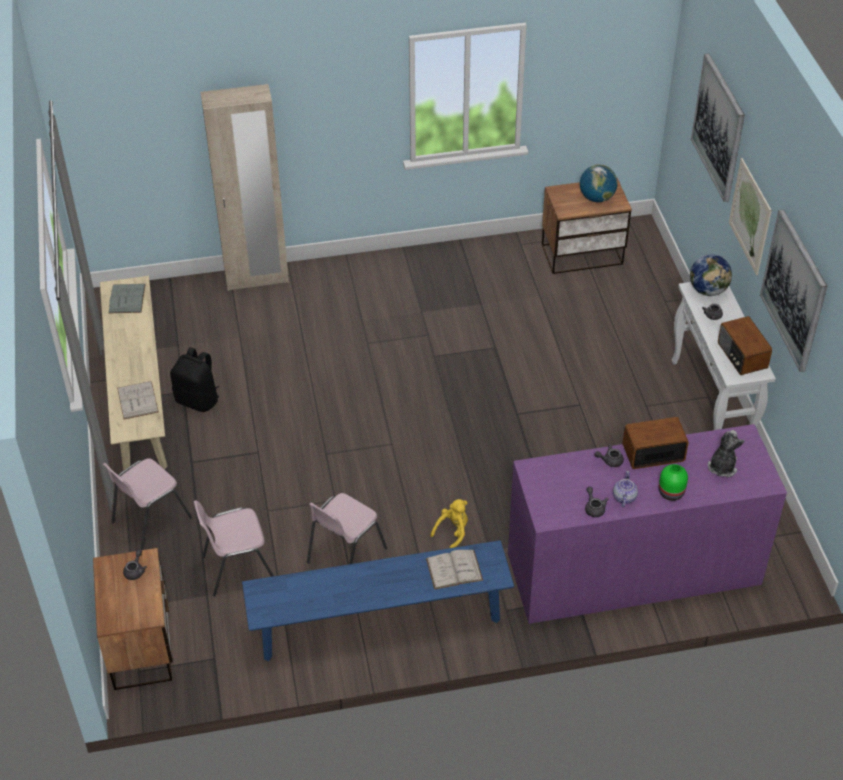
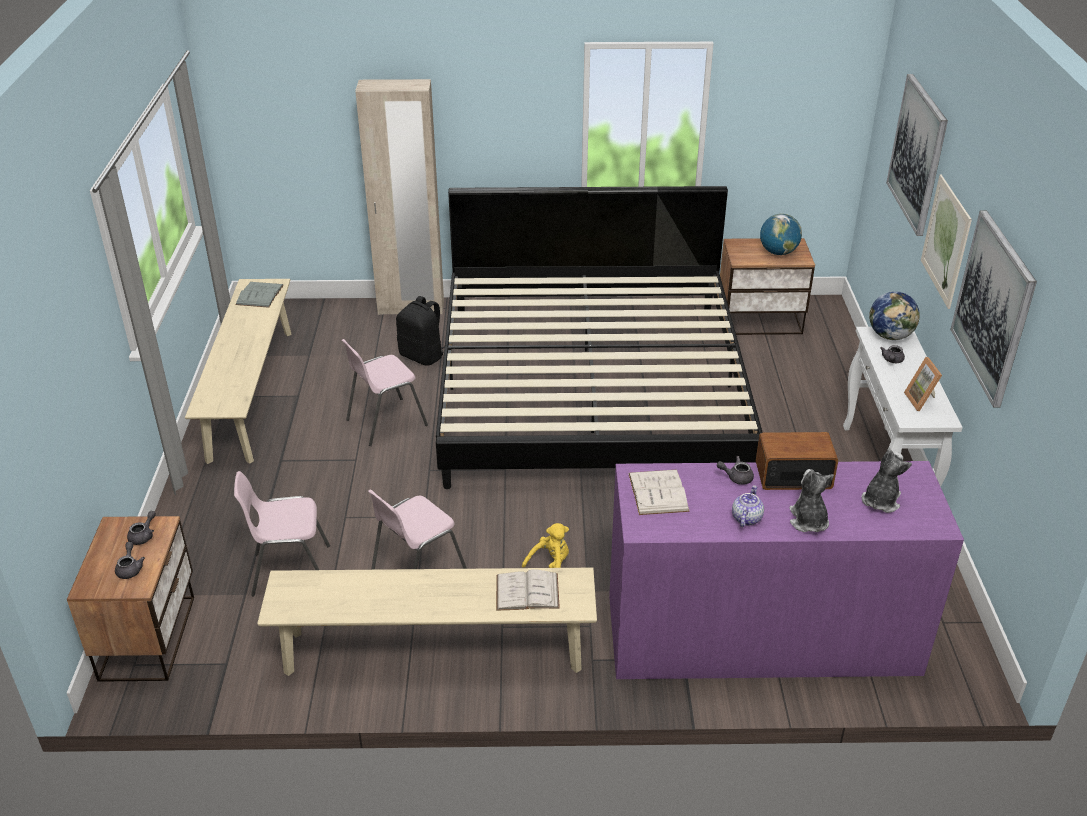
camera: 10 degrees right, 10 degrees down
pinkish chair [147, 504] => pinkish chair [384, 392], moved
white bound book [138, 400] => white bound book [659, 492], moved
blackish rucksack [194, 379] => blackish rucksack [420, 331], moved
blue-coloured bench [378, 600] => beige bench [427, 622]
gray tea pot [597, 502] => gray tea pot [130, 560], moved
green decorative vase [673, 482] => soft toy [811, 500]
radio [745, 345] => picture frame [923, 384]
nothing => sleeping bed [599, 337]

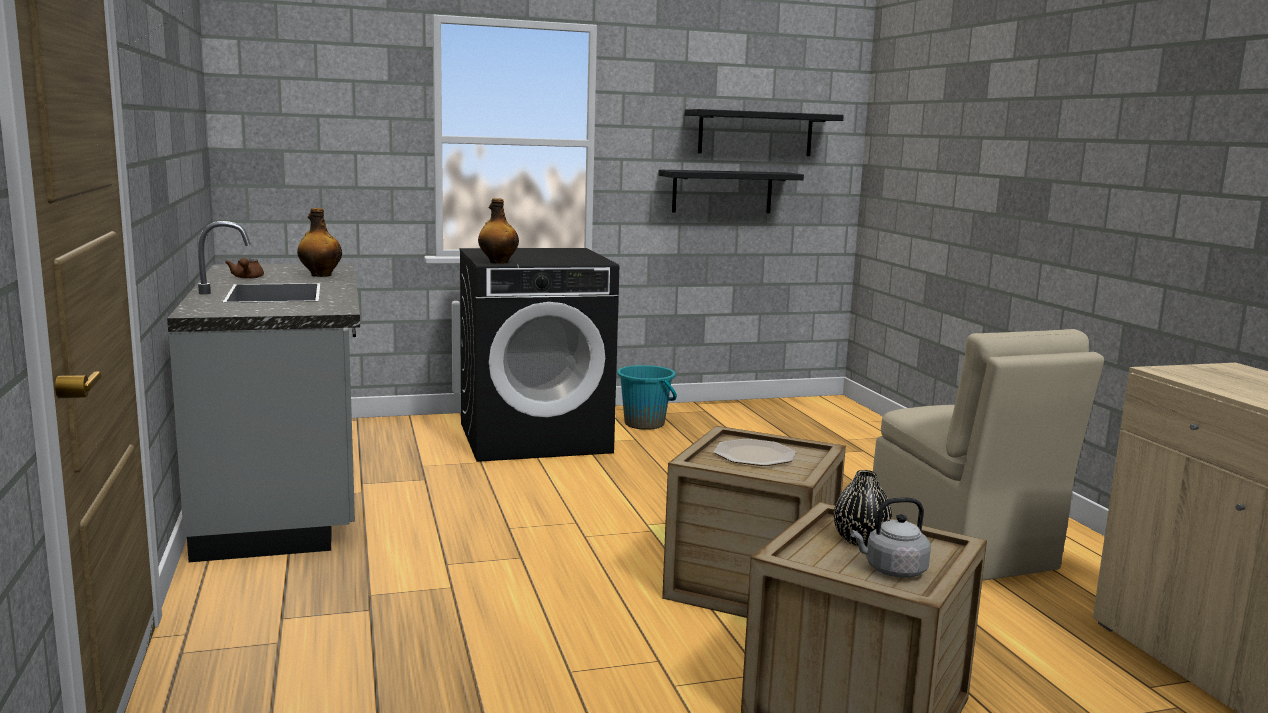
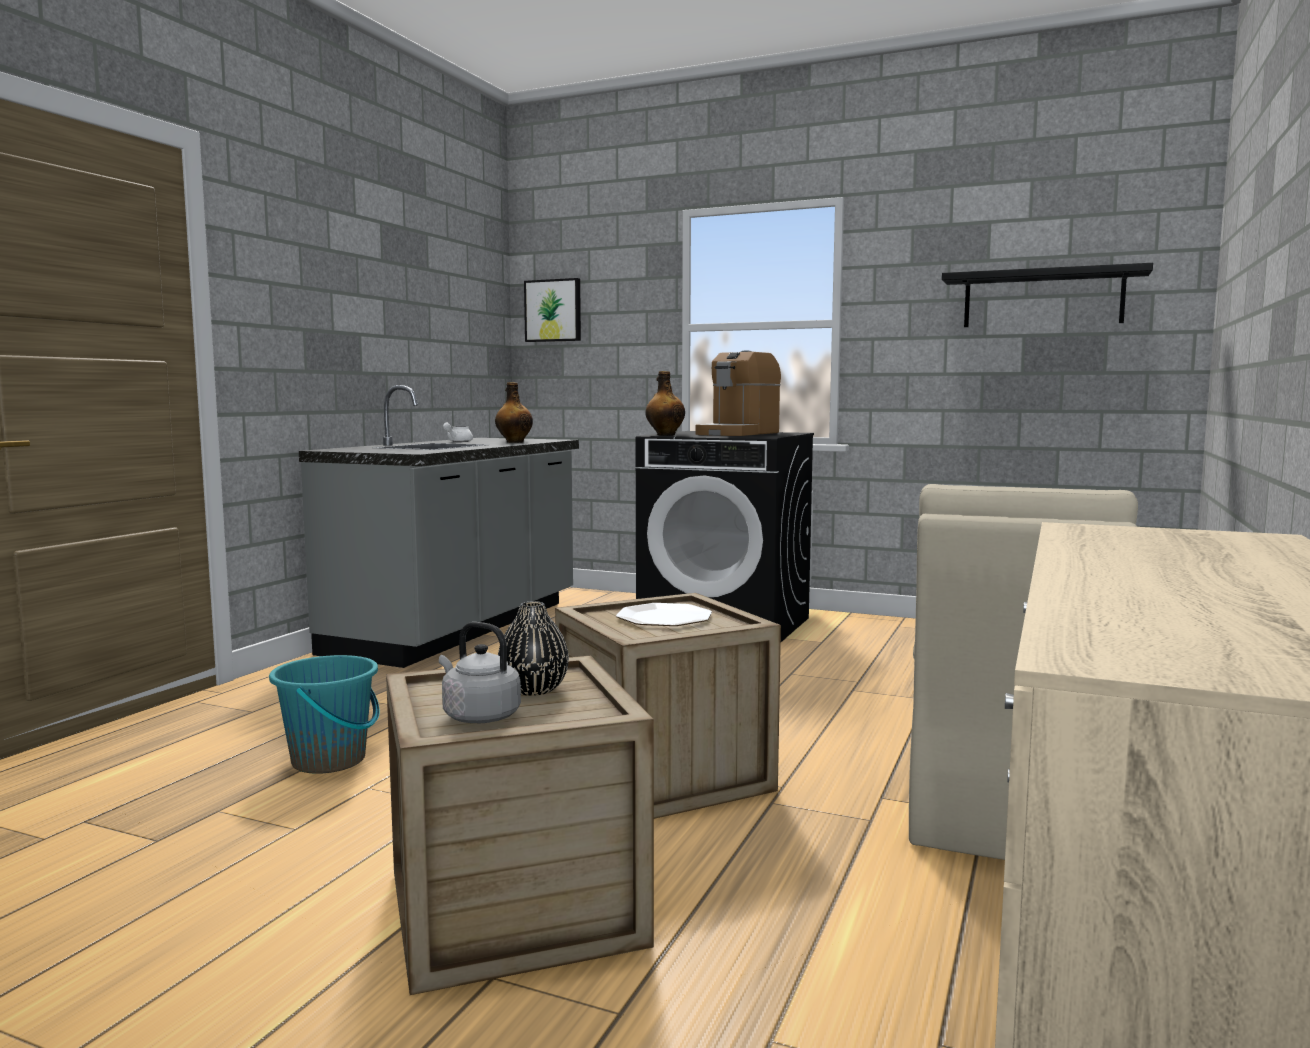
camera: 40 degrees right, 5 degrees down
brown tea pot [244, 268] => white tea pot [458, 432]
blue-green pail [647, 397] => blue-green pail [324, 714], moved
blackish bracket shelf [731, 191] => nothing
nothing => wall picture [552, 310]
nothing => coffee machine [738, 393]

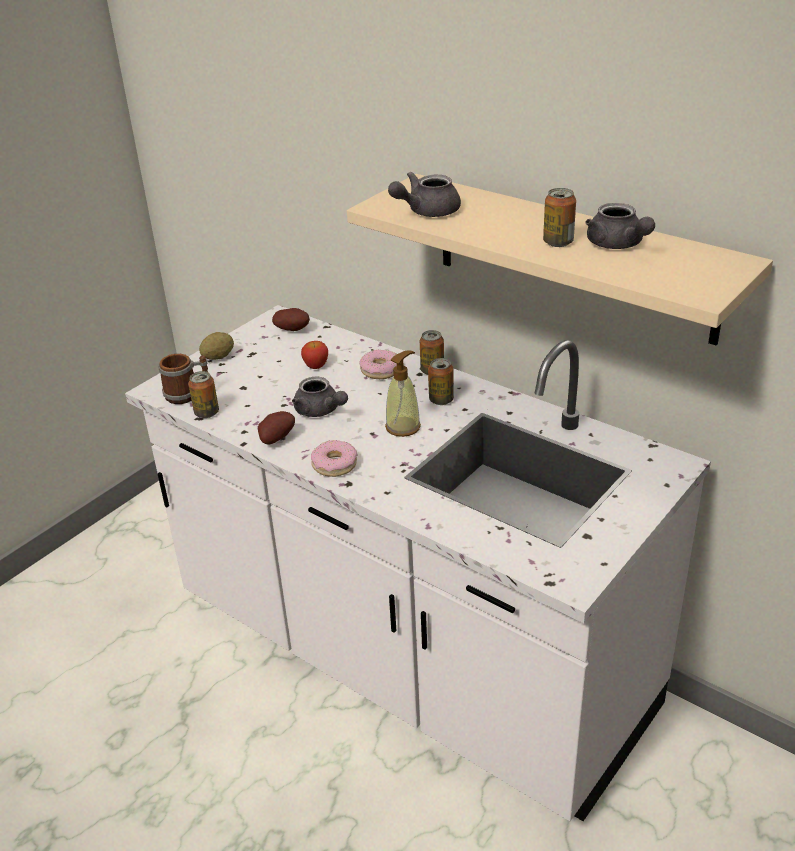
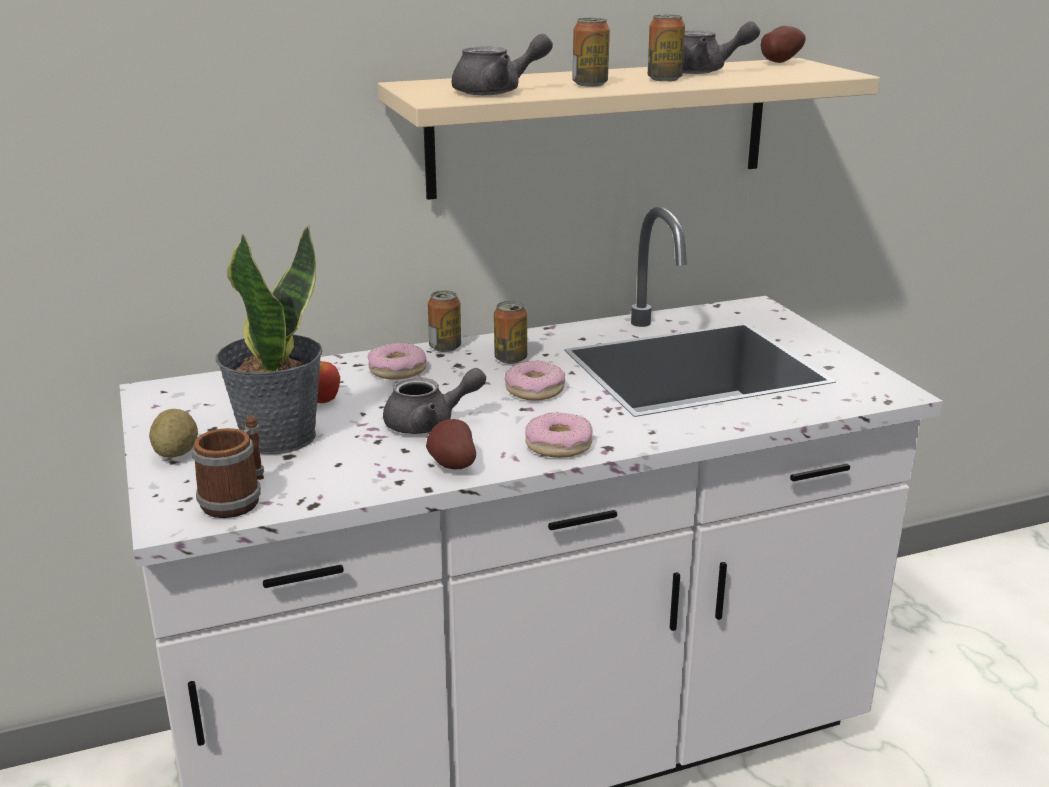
camera: 60 degrees left, 10 degrees down
can [203, 394] => can [591, 52], moved
potato [291, 319] => potato [783, 44], moved
liquid soap bottle [403, 393] => ring doughnut [534, 380]
gray tea pot [424, 194] => gray tea pot [502, 64], 105 degrees counterclockwise
nothing => plant in a pot [269, 339]

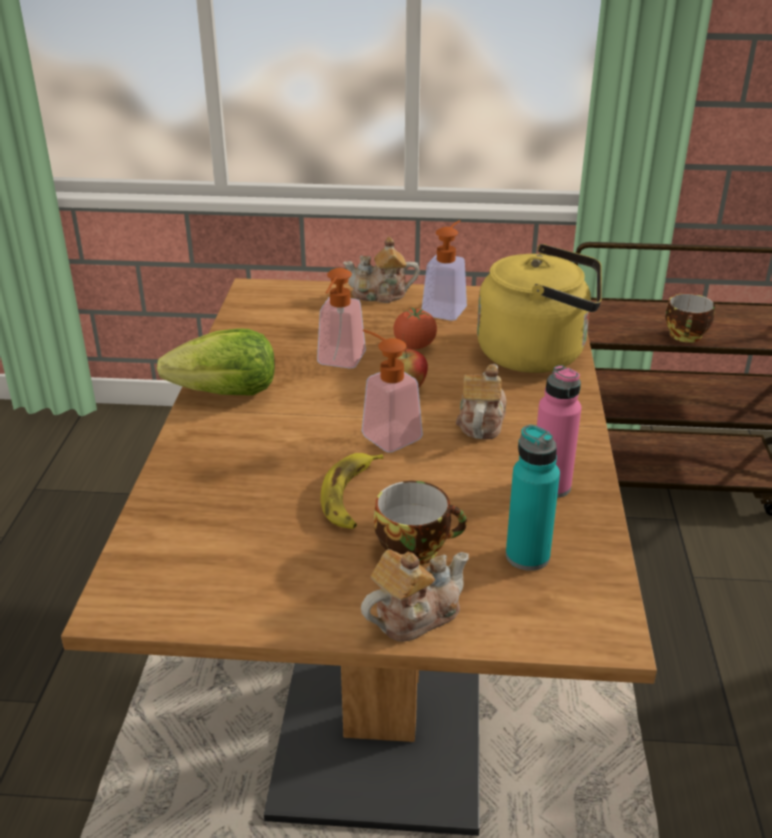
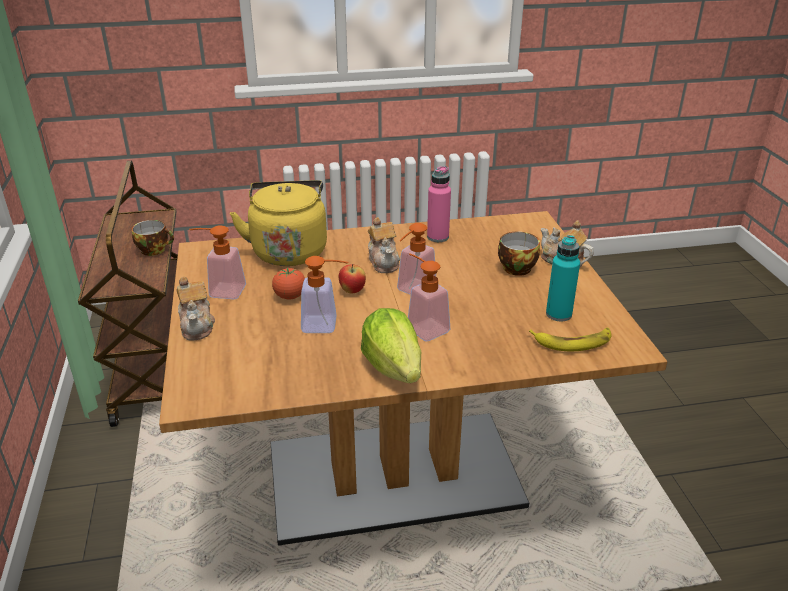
camera: 105 degrees left, 0 degrees up
banana [351, 491] => banana [570, 339], moved
tea pot [481, 401] => tea pot [384, 245], 105 degrees counterclockwise
blue-green drink bottle [533, 498] => blue-green drink bottle [563, 278], moved
nothing => liquid soap bottle [429, 297]

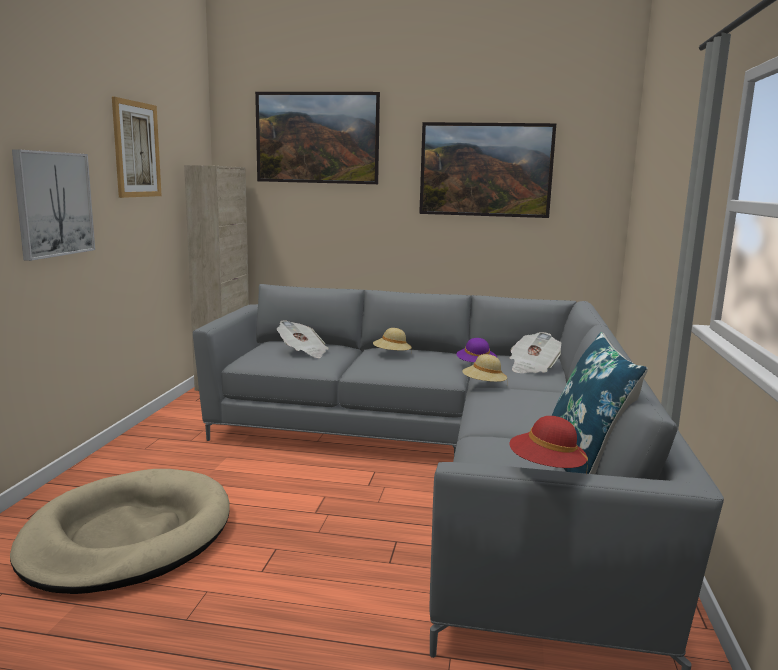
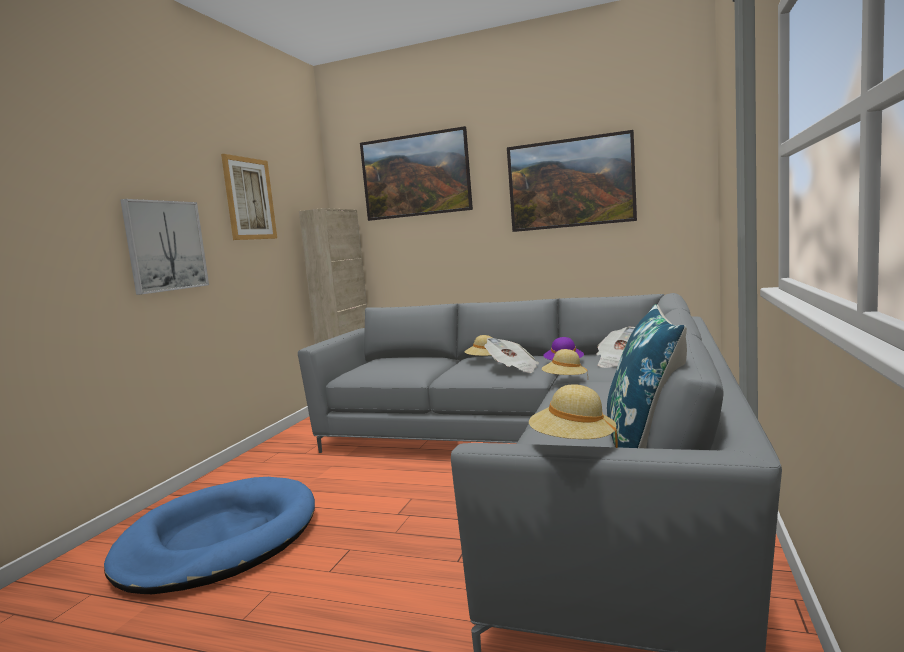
camera: 10 degrees right, 5 degrees down
beige pet bed [120, 531] => blue-coloured pet bed [209, 535]
newspaper [303, 339] => newspaper [511, 355], moved
red hat [548, 445] => beige hat [573, 416]

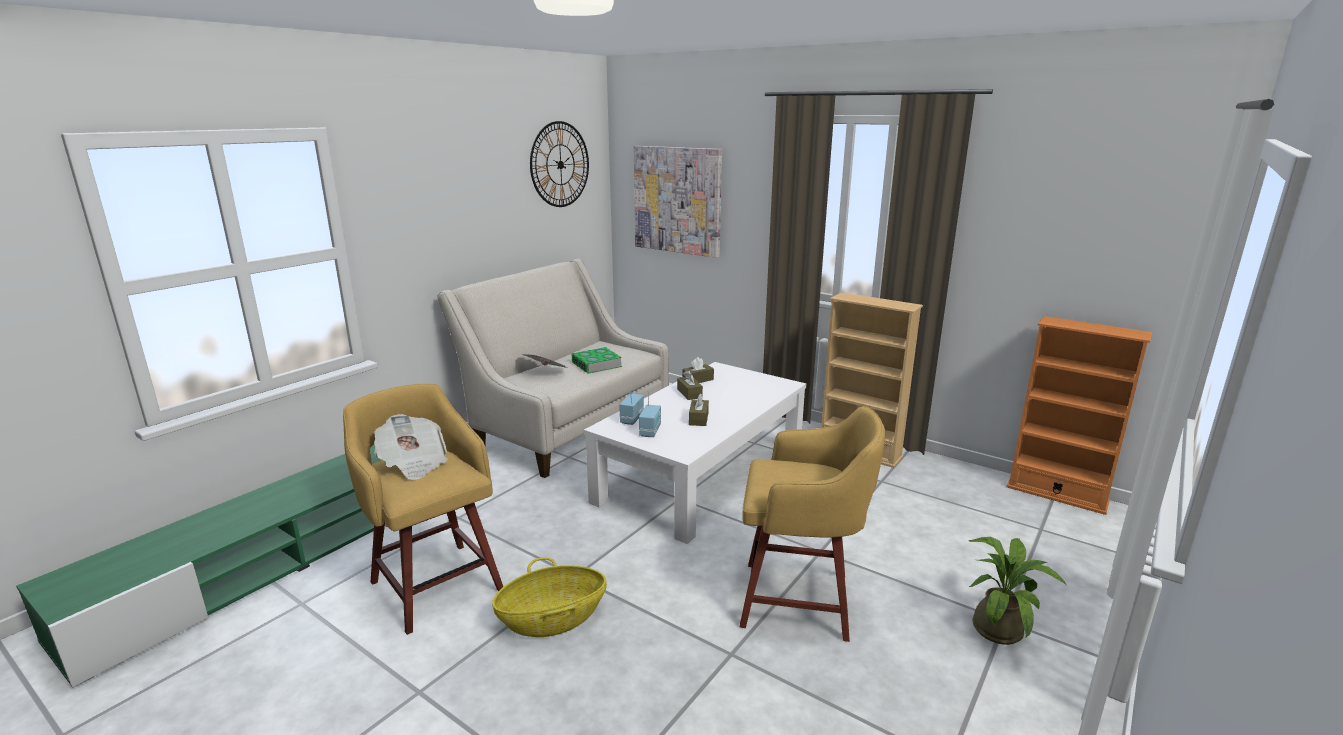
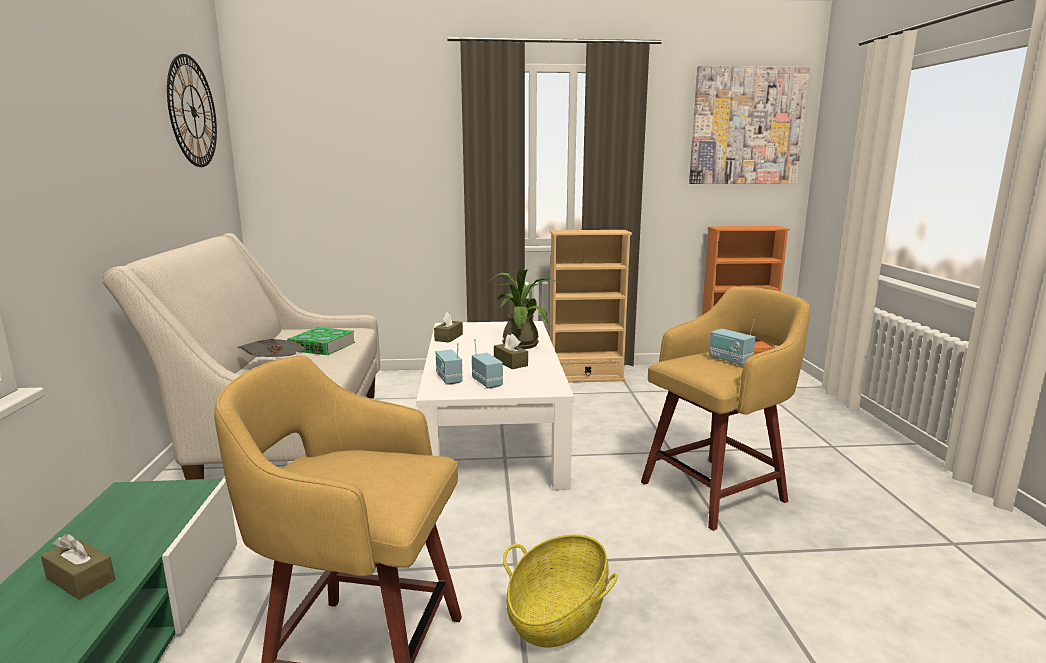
camera: 40 degrees left, 5 degrees down
newspaper [411, 447] => nothing
wall picture [678, 202] => wall picture [749, 125], moved
brown tissue holder [690, 385] => brown tissue holder [78, 566], moved
plant in a pot [1017, 591] => plant in a pot [524, 309], moved
nothing => radio [732, 342]

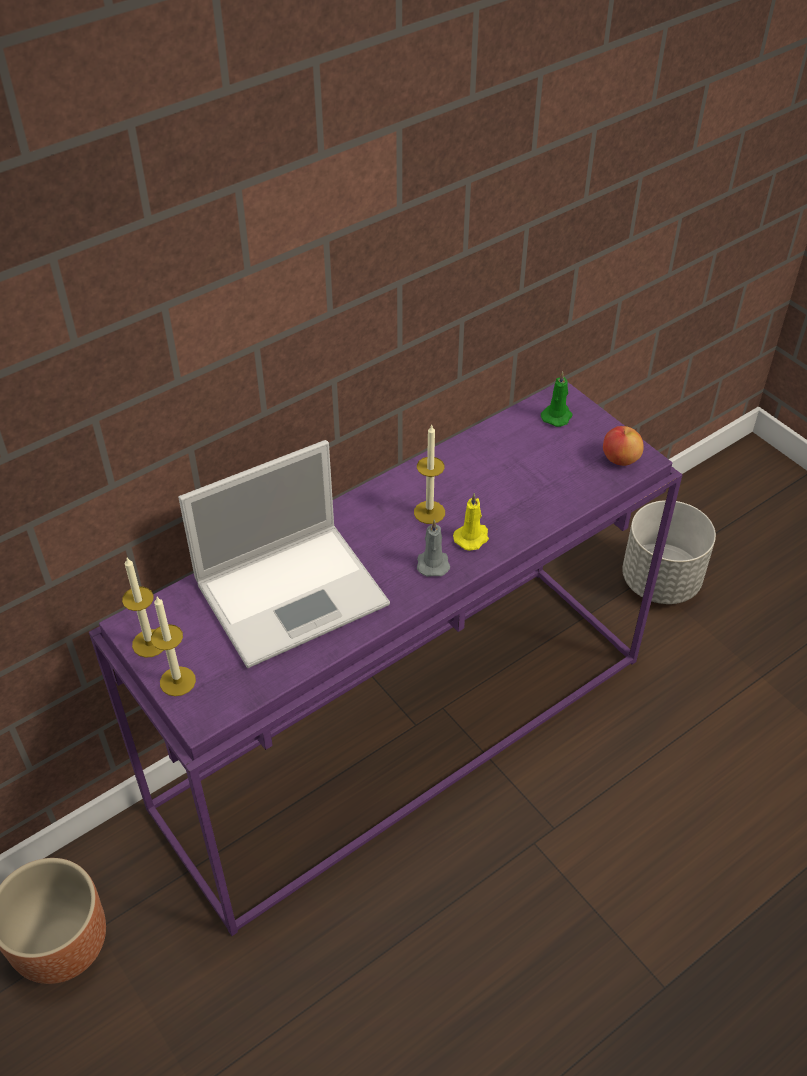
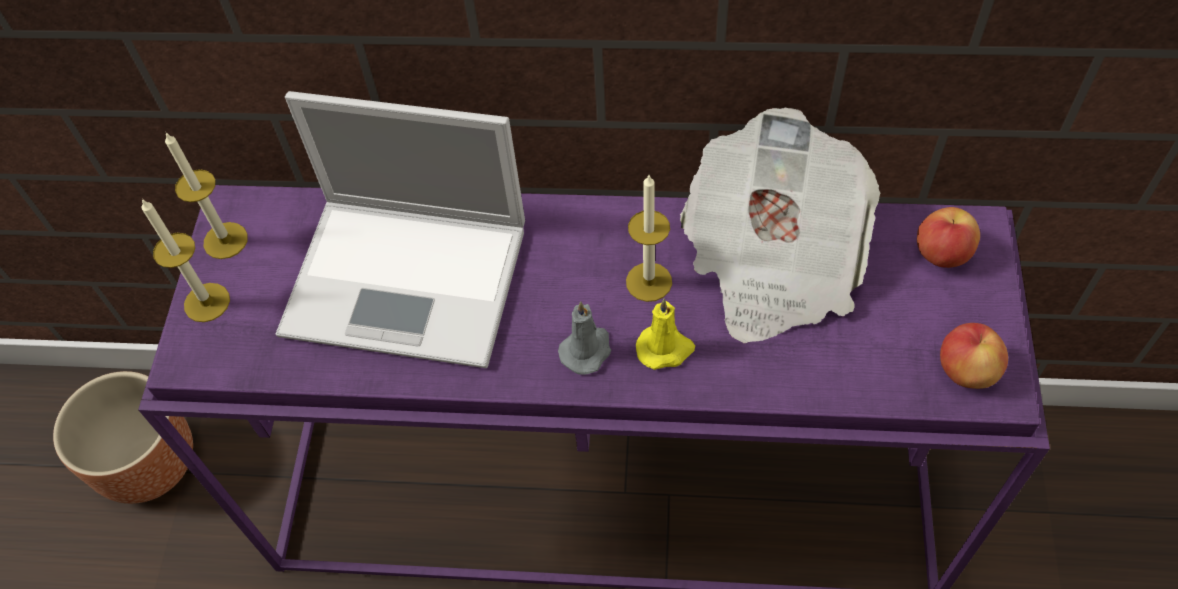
camera: 45 degrees right, 10 degrees up
green wax light [557, 399] => apple fruit [948, 237]
gray planter [669, 552] => nothing
nothing => newspaper [780, 225]

